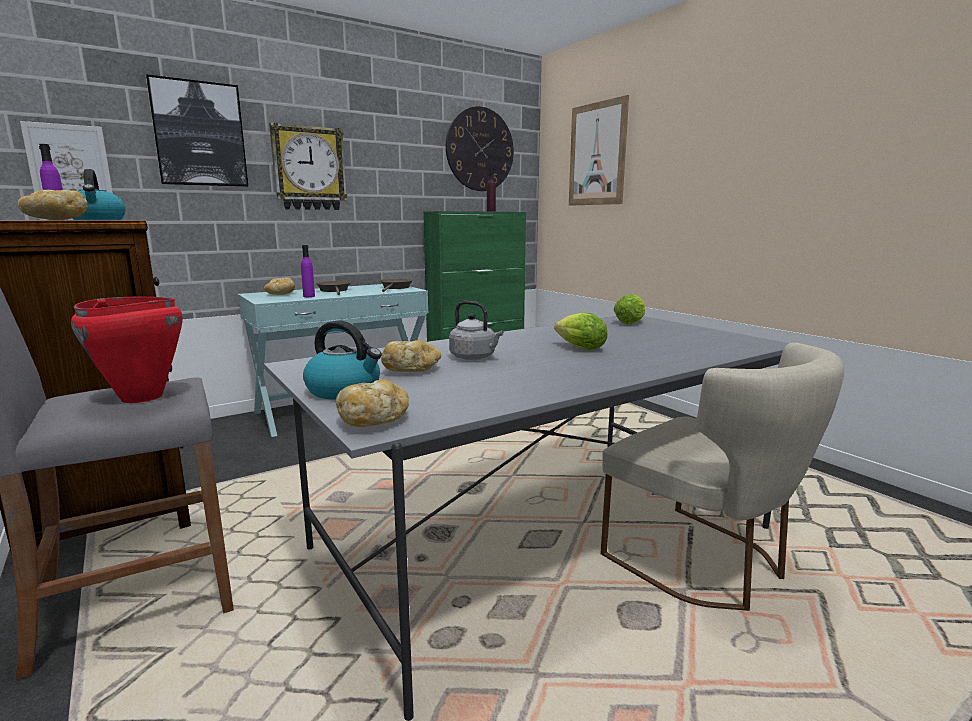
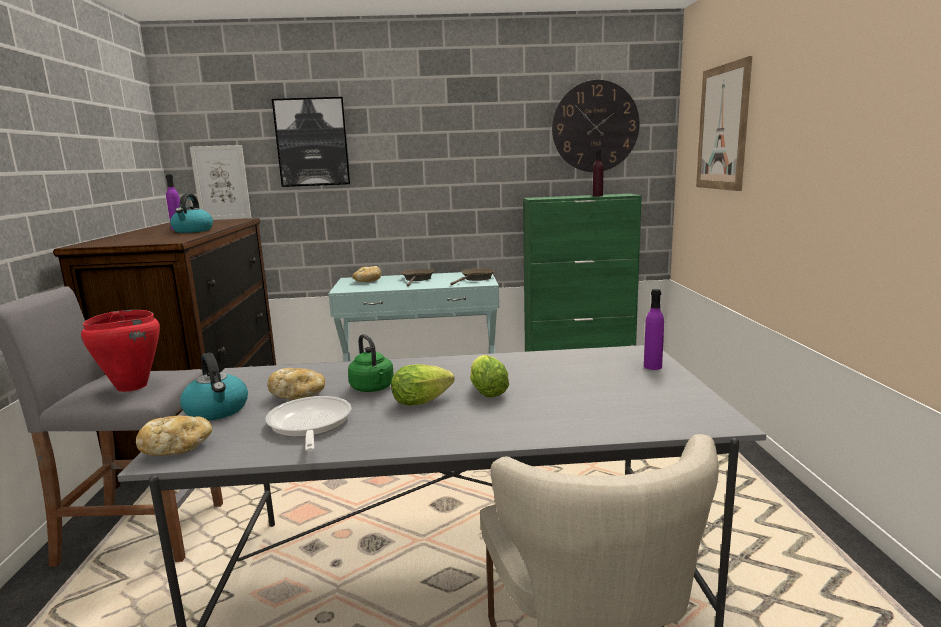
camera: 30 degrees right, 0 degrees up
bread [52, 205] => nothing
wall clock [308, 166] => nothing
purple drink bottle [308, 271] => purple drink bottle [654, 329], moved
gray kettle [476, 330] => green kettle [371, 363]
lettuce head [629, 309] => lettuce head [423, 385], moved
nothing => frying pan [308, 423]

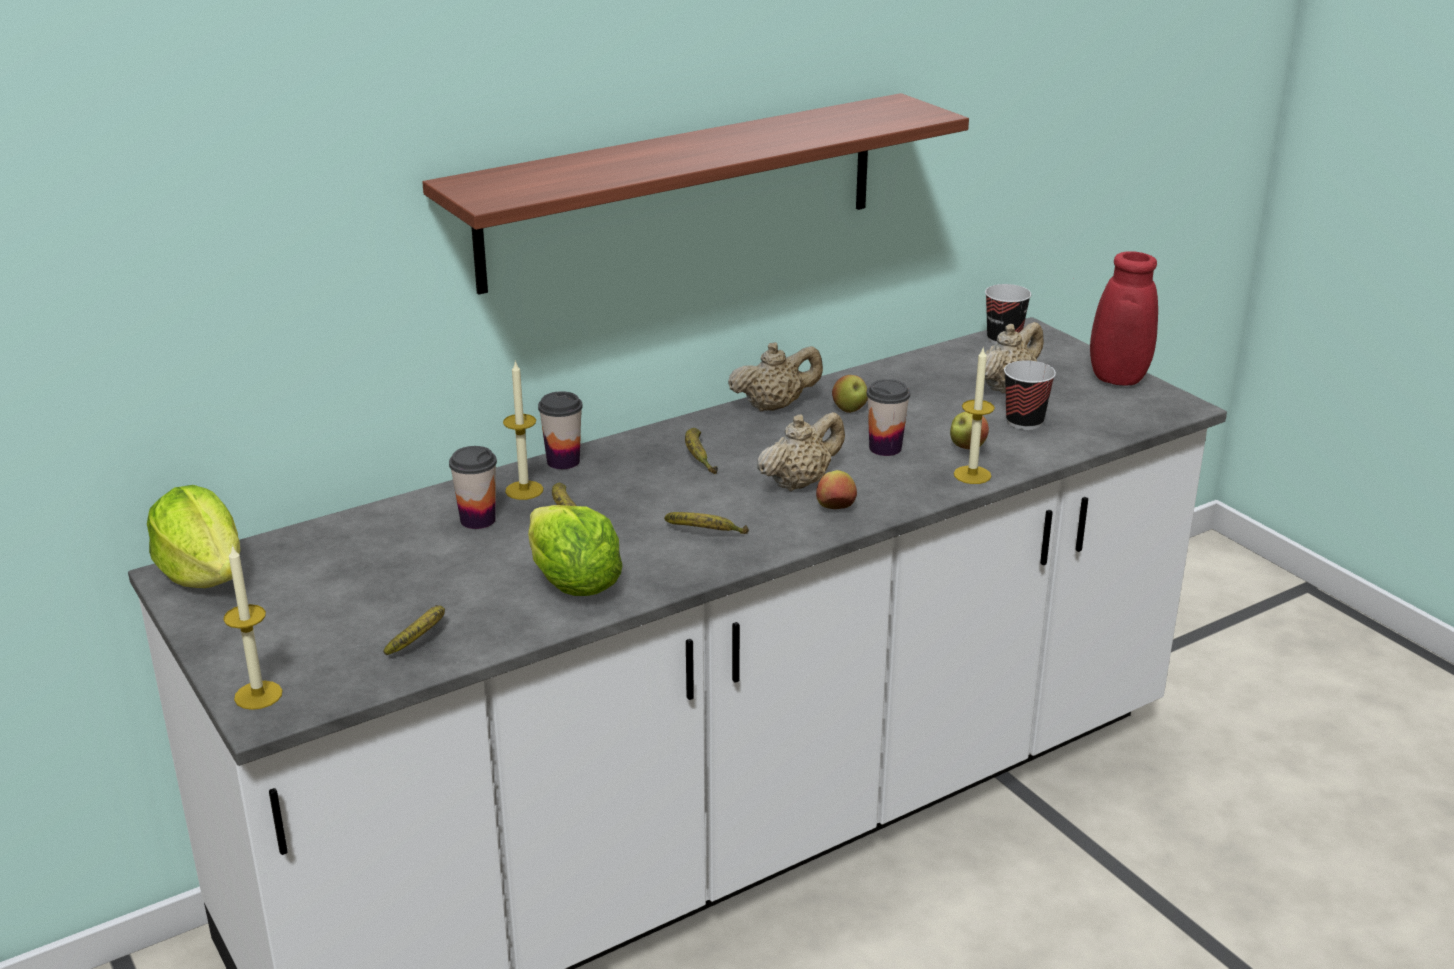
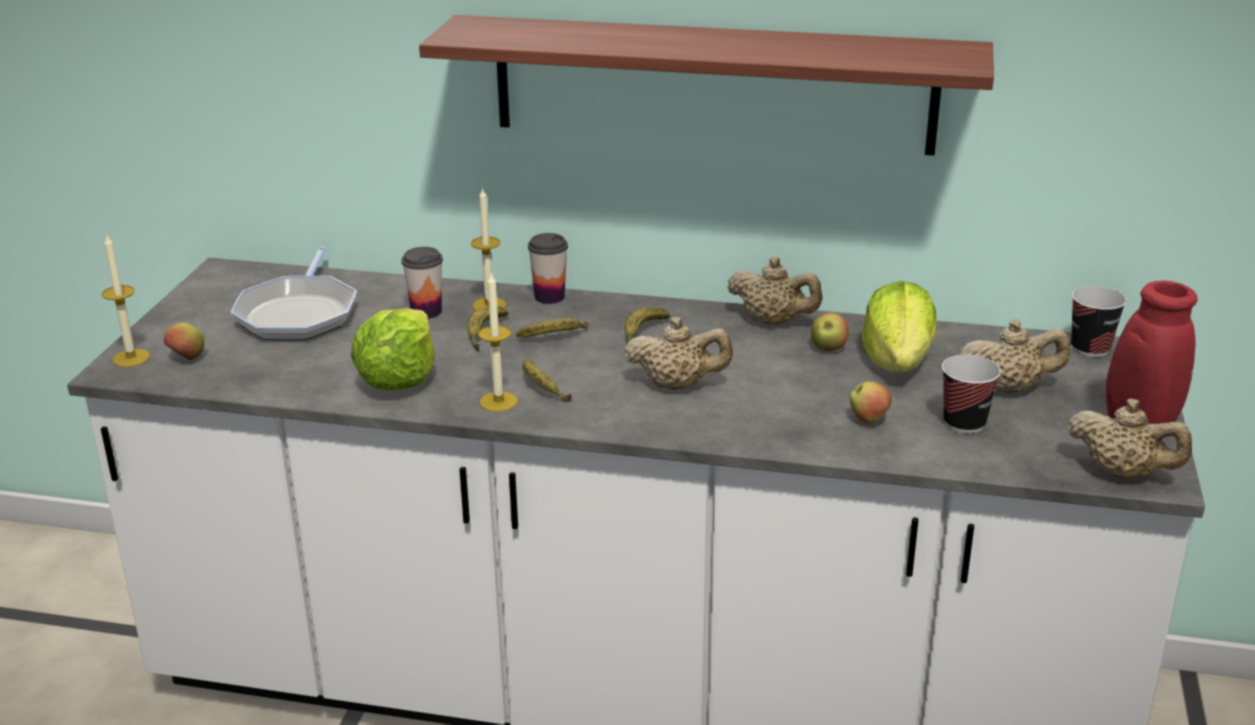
camera: 45 degrees right, 0 degrees up
lettuce head [193, 536] => lettuce head [899, 326], moved
banana [414, 630] => banana [552, 327], moved
apple fruit [836, 489] => apple fruit [184, 341], moved
small cup [888, 417] => nothing
wax light [974, 415] => wax light [498, 343], moved
nothing => frying pan [293, 293]
nothing => beige tea pot [1130, 439]

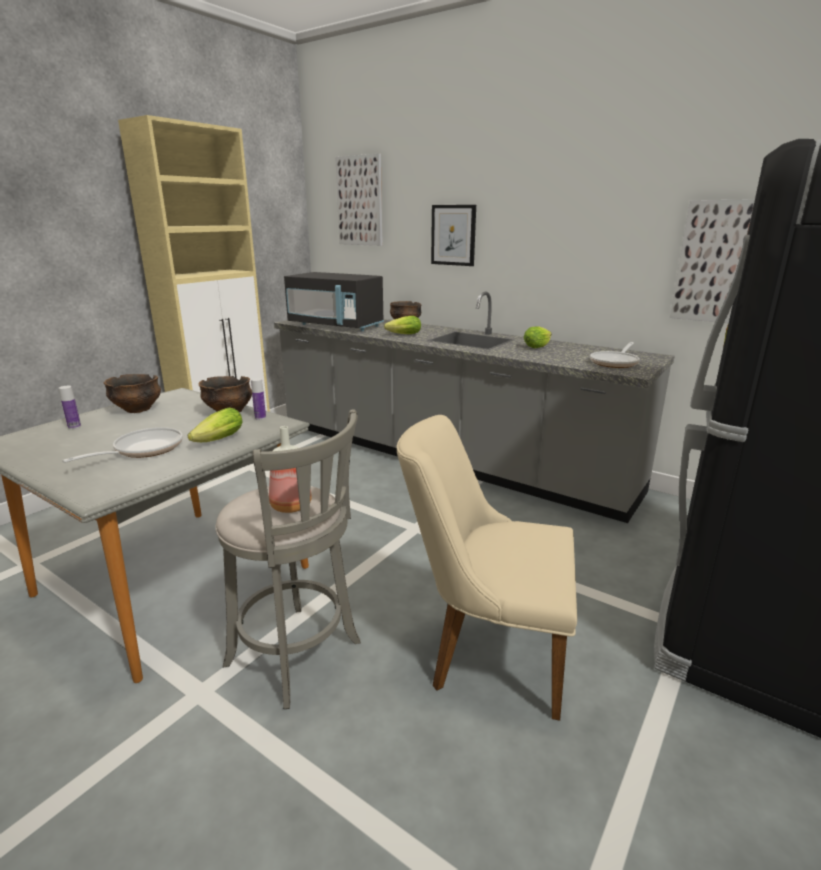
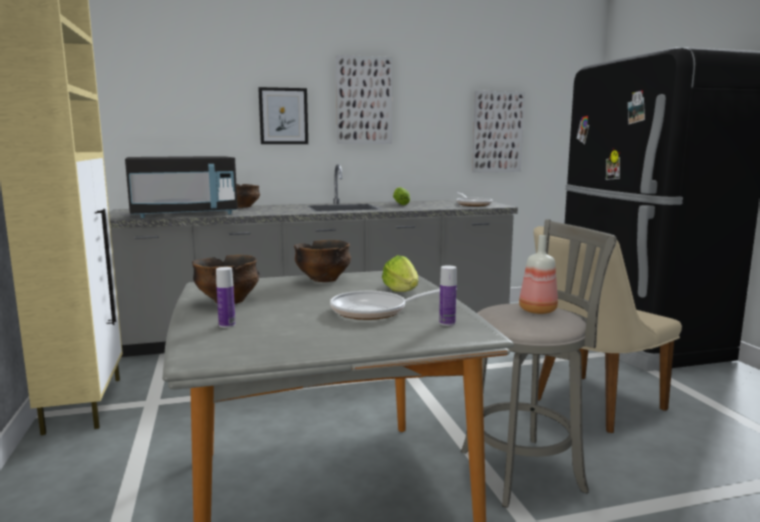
camera: 50 degrees left, 10 degrees down
frying pan [122, 445] => frying pan [393, 304], 90 degrees counterclockwise
drink bottle [258, 399] => drink bottle [447, 295], moved
wall picture [359, 200] => wall picture [364, 99], moved
lettuce head [402, 325] => nothing

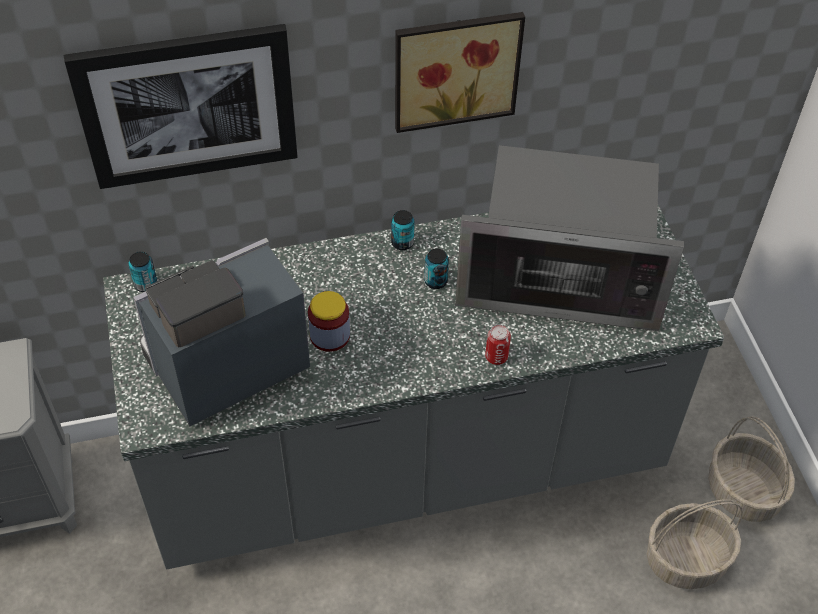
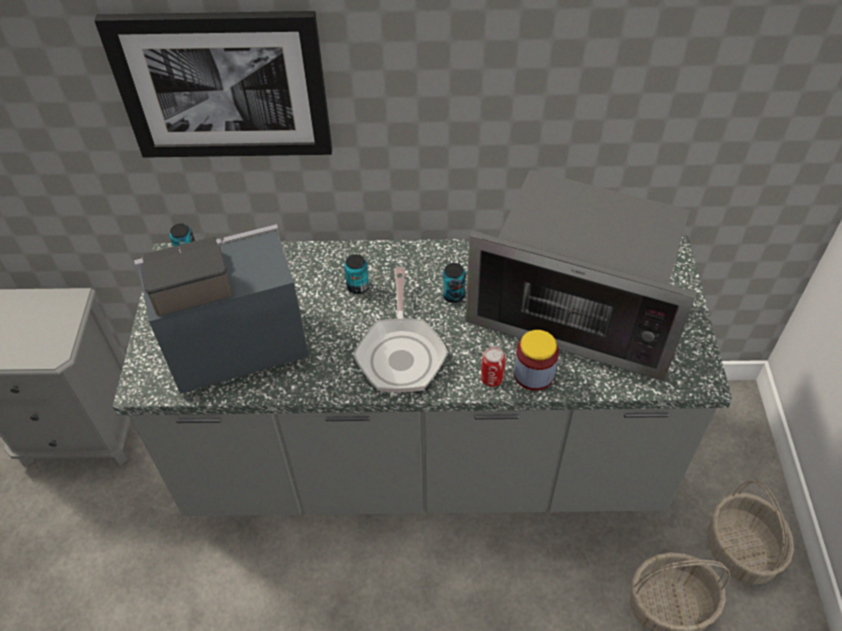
camera: 15 degrees right, 0 degrees up
preserve jar [329, 321] => preserve jar [536, 360], moved
can [402, 230] => can [356, 274], moved
wall picture [460, 72] => nothing
nothing => frying pan [400, 330]

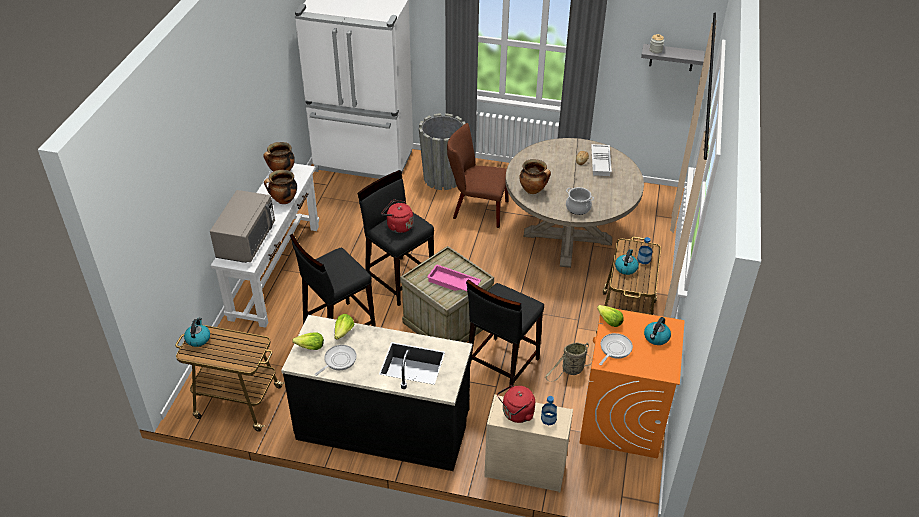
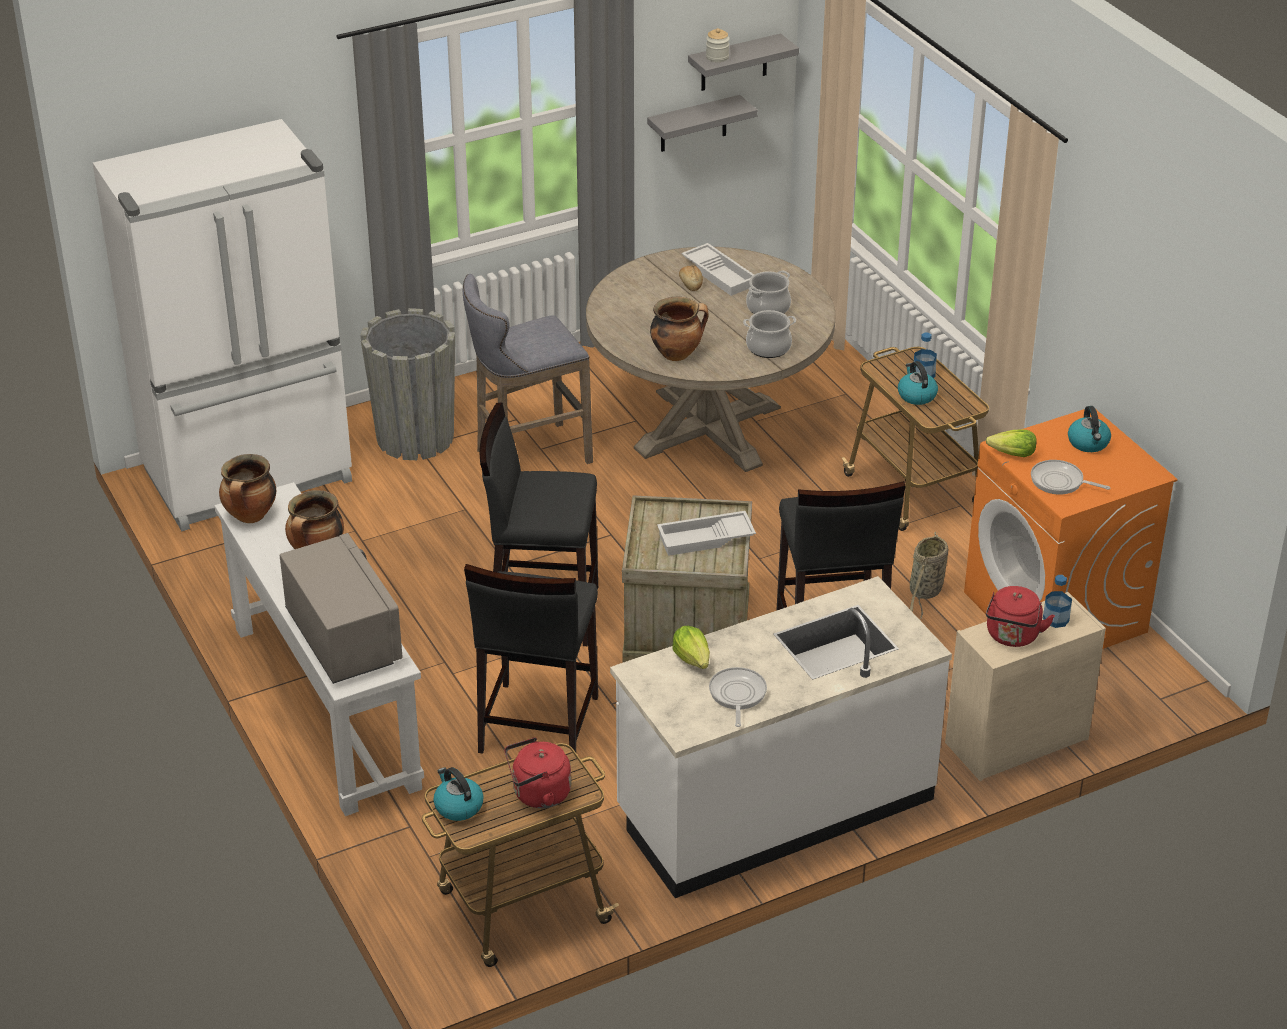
camera: 40 degrees left, 5 degrees down
blackish counter [376, 393] => white counter [781, 737]
lettuce head [308, 341] => nothing
red kettle [397, 216] => red kettle [537, 772], moved
pinkish tray [454, 277] => white tray [706, 533]
brown chair [478, 175] => gray stool seat [528, 369]
frying pan [616, 349] => frying pan [1070, 477], 60 degrees counterclockwise
nothing => gray bracket shelf [702, 123]
nothing => saucepot [768, 292]

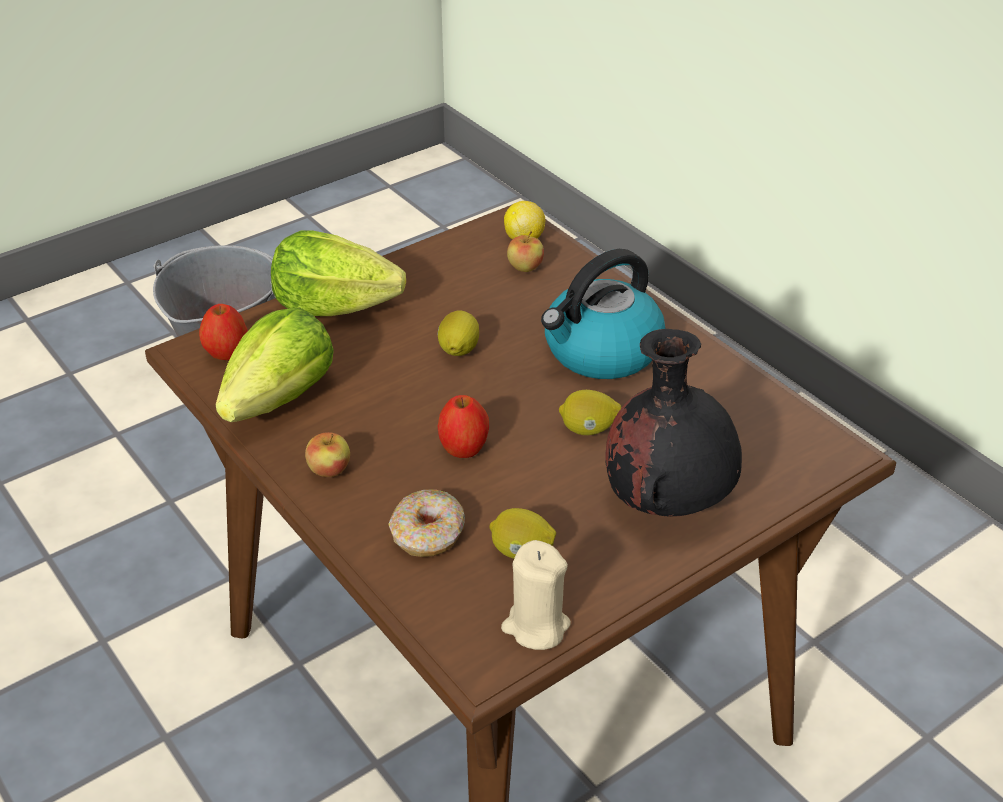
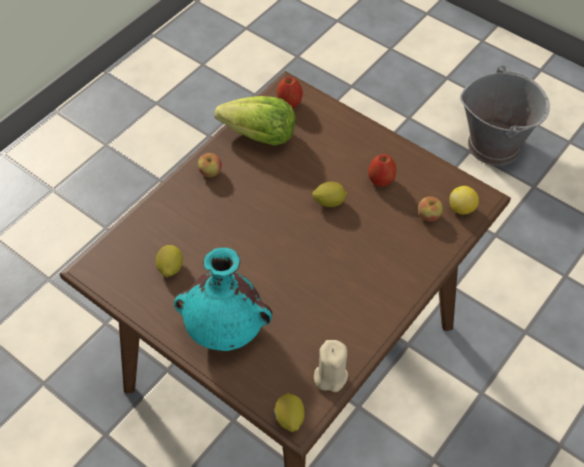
camera: 75 degrees right, 15 degrees up
lettuce head [338, 273] => nothing
ring doughnut [426, 523] => nothing
apple fruit [463, 426] => apple fruit [382, 170], moved
beige wax light [536, 595] => beige wax light [331, 366], moved
kettle [603, 314] => nothing
citrus fruit [590, 412] => citrus fruit [290, 412], moved
blackish decorative vase [673, 423] => blue-green decorative vase [223, 299]

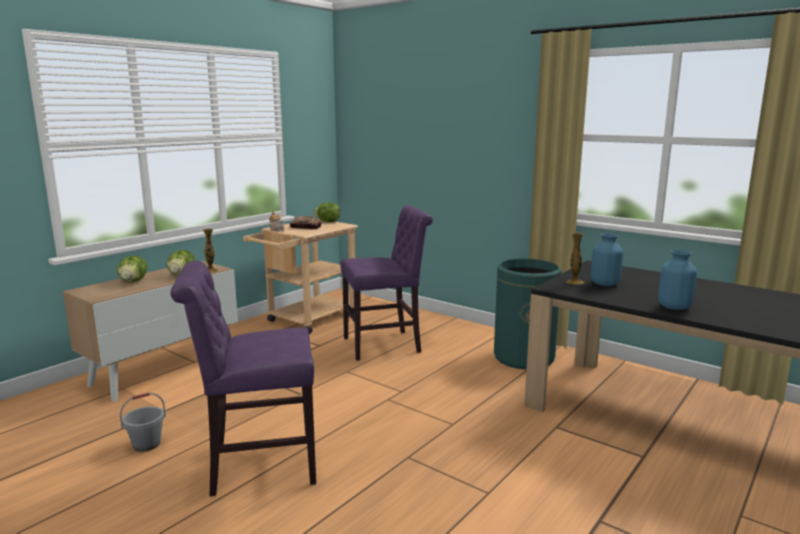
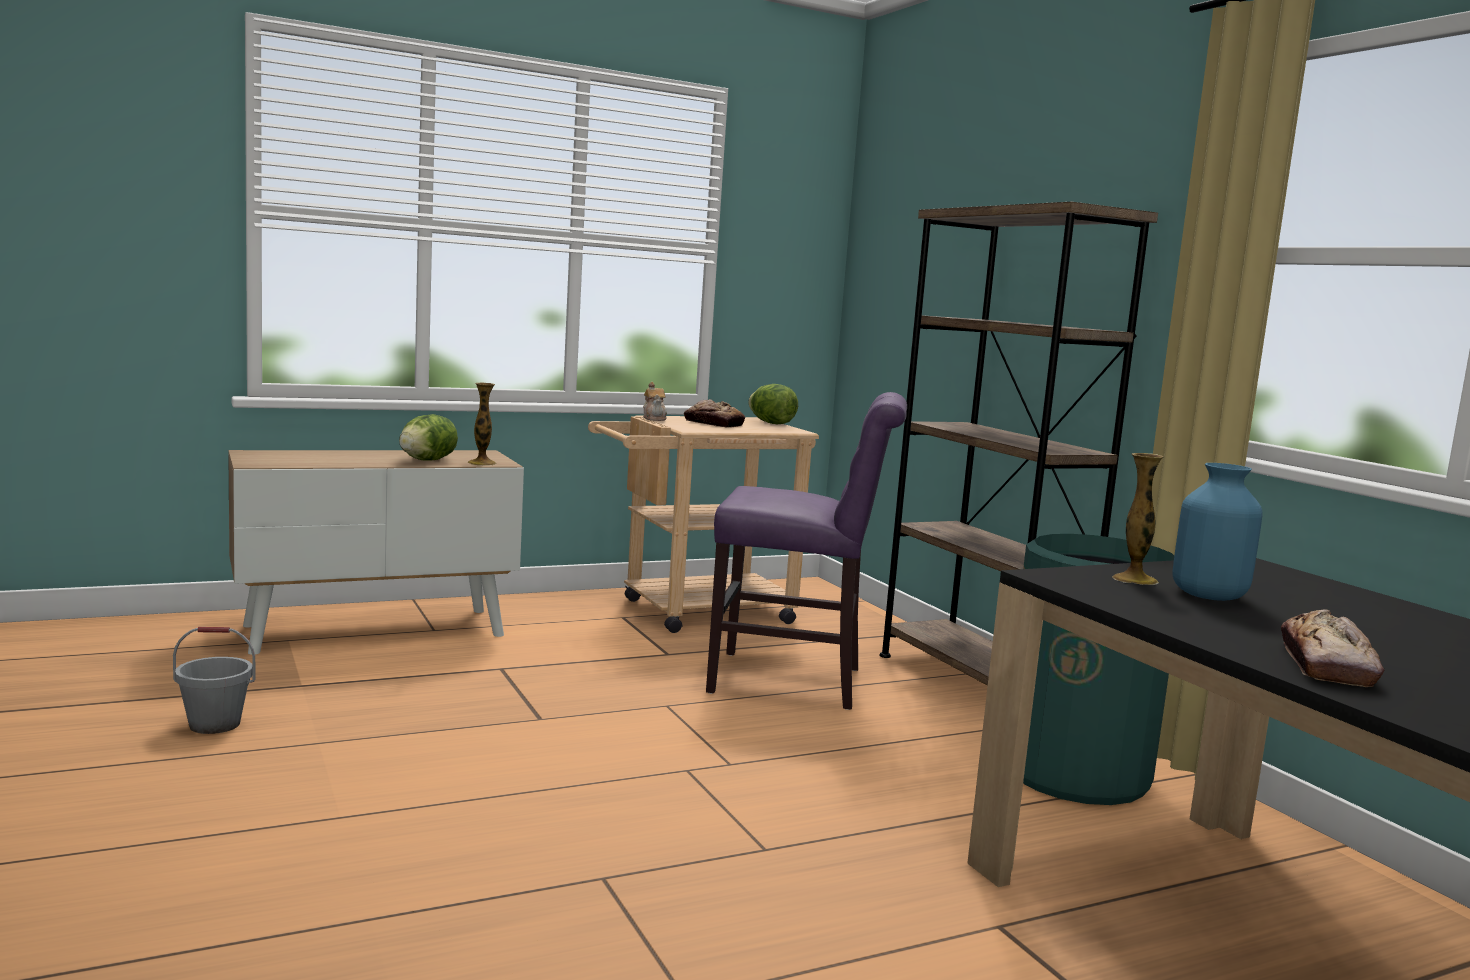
camera: 25 degrees right, 5 degrees down
lettuce head [132, 269] => nothing
purple chair [243, 378] => nothing
blue-coloured decorative vase [677, 280] => bread [1333, 648]
nothing => brown shelving unit [1018, 444]

